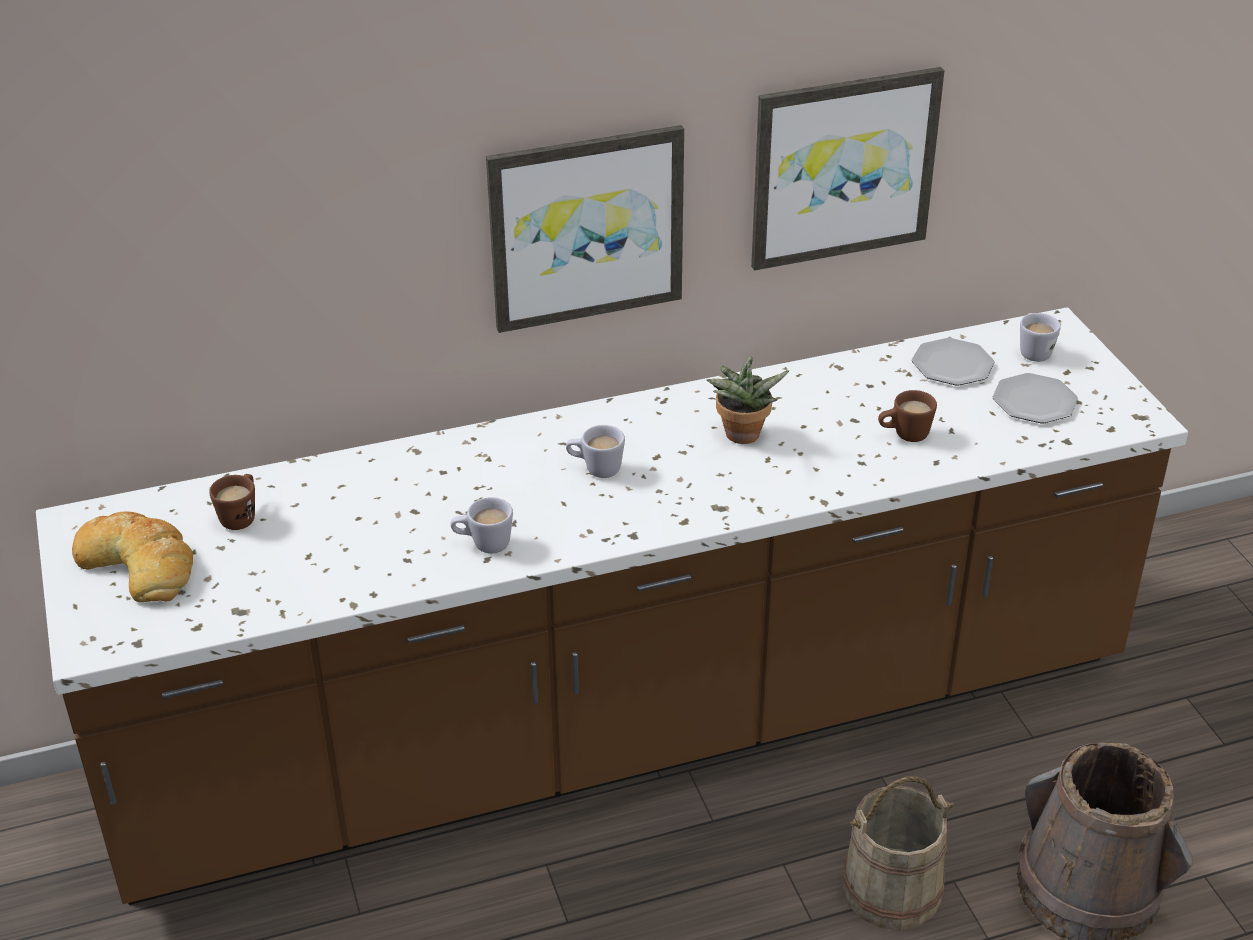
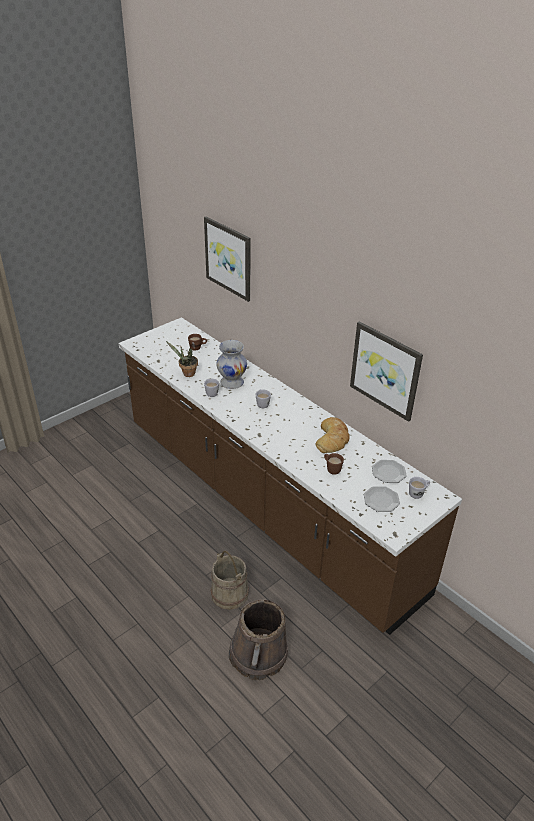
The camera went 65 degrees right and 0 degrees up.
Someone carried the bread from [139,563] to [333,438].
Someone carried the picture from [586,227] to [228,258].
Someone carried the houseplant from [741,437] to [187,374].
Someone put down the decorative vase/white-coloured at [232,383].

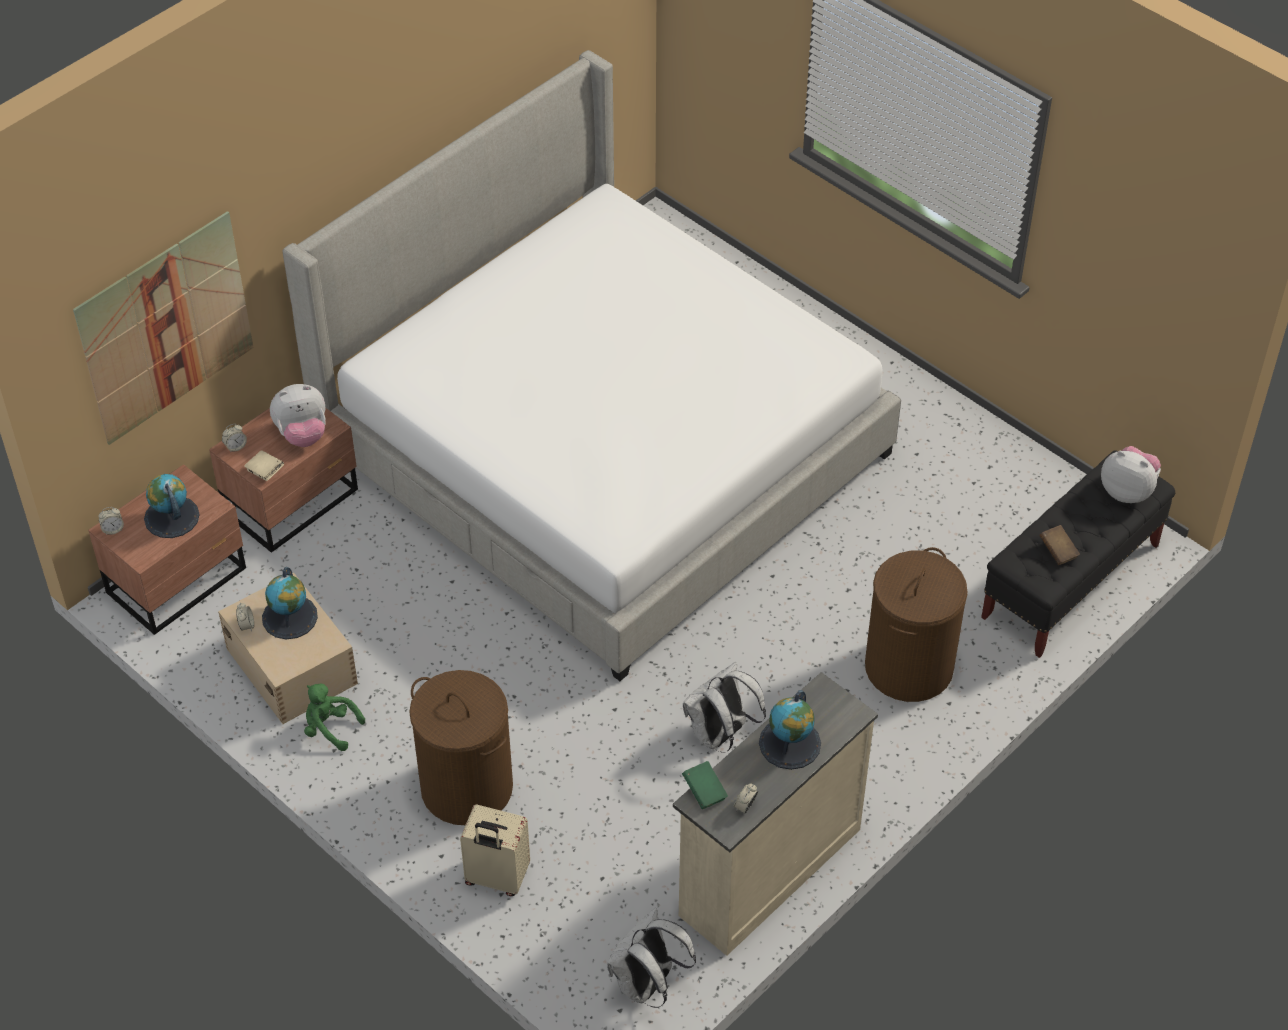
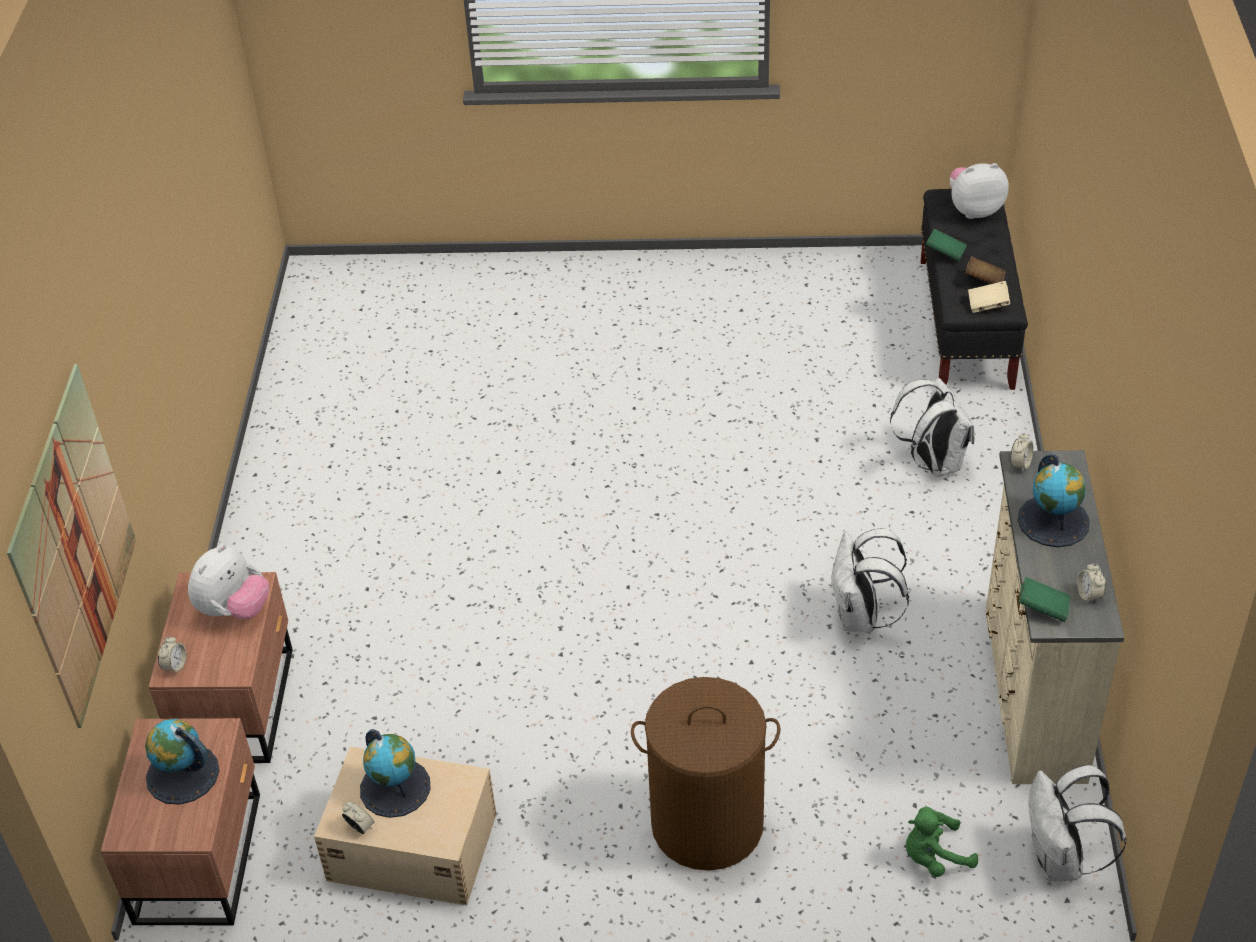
The camera went 40 degrees left and 5 degrees down.
Someone carried the table clock from [113,529] to [1020,464].
Someone carried the book/beige from [265,472] to [988,305].
Someone took away the bedroom bed at [604,451].
Someone carried the soft toy/greenish from [330,728] to [934,857].
Someone took away the piece of luggage/beige at [496,878].
Someone swapped the hamper/brownish at [908,667] for the backpack/white-coloured at [933,462].
Someone put down the book/greenish at [945,253].

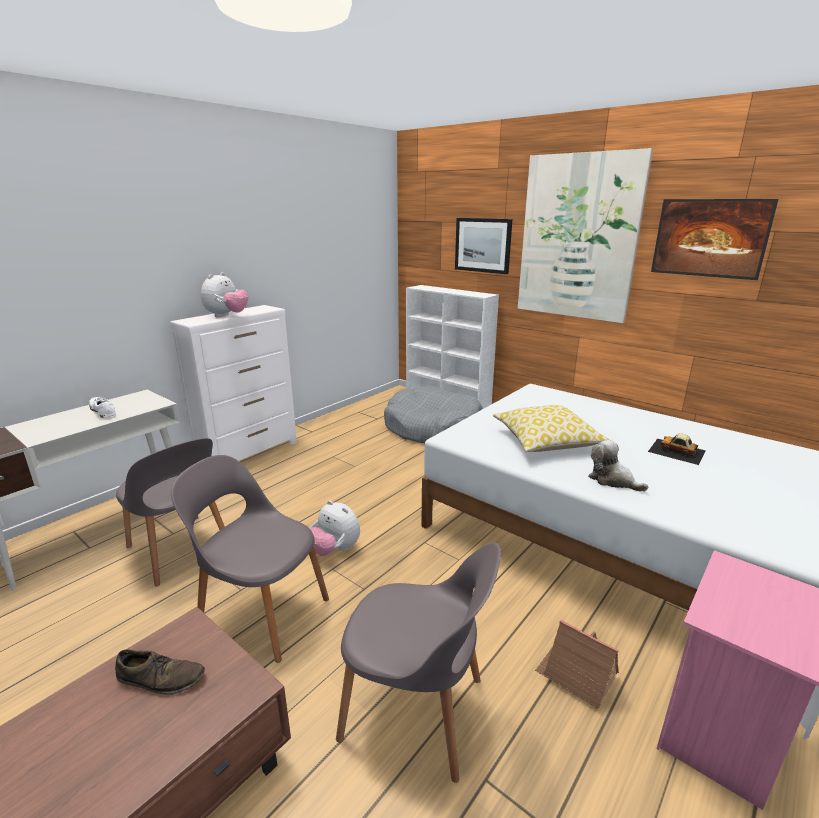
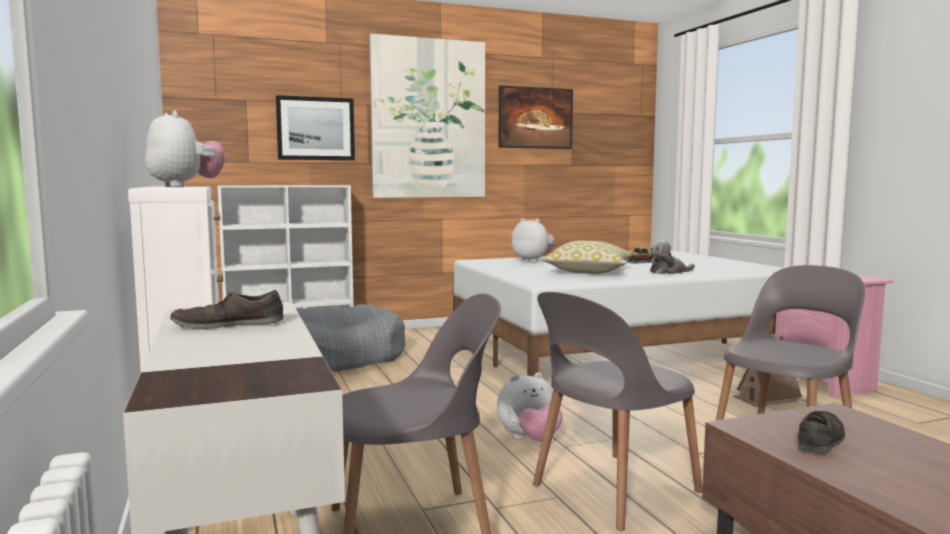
The camera went 60 degrees left and 15 degrees down.
Someone repainted the shoe/white-coloured at [103,411], which became the shoe/brownish at [228,325].
Someone put down the soft toy at [533,261].

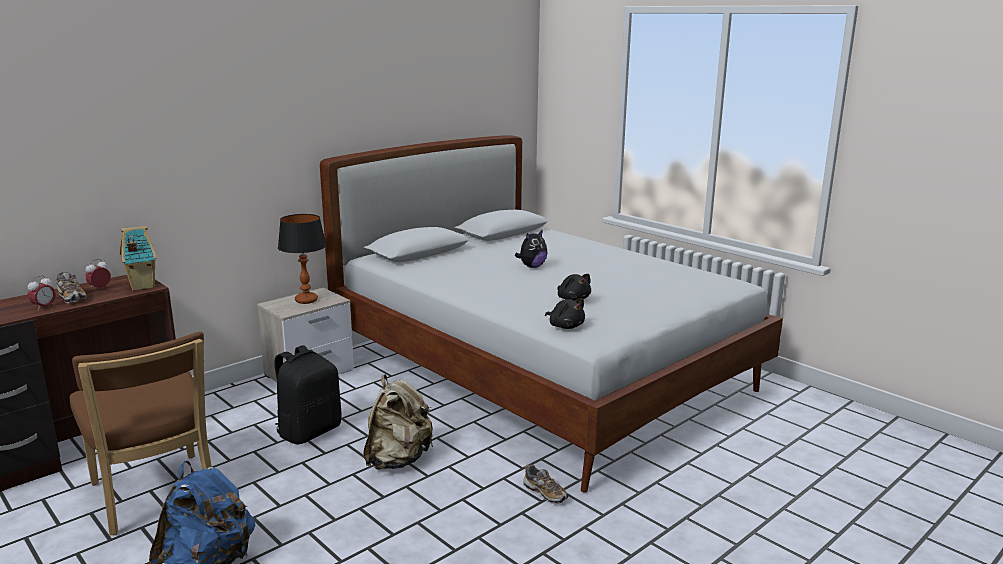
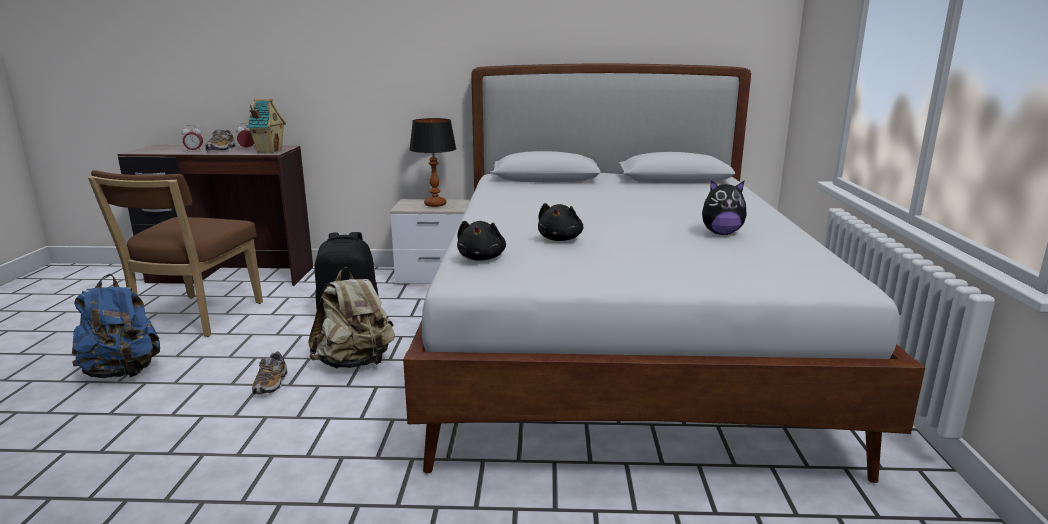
The camera went 45 degrees right and 0 degrees up.
Someone carried the soft toy from [532,266] to [721,233].
Someone carried the shoe from [545,493] to [271,384].

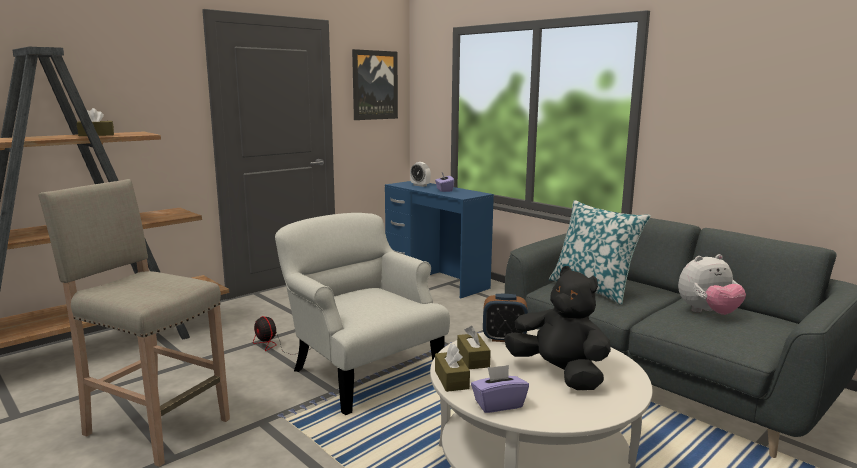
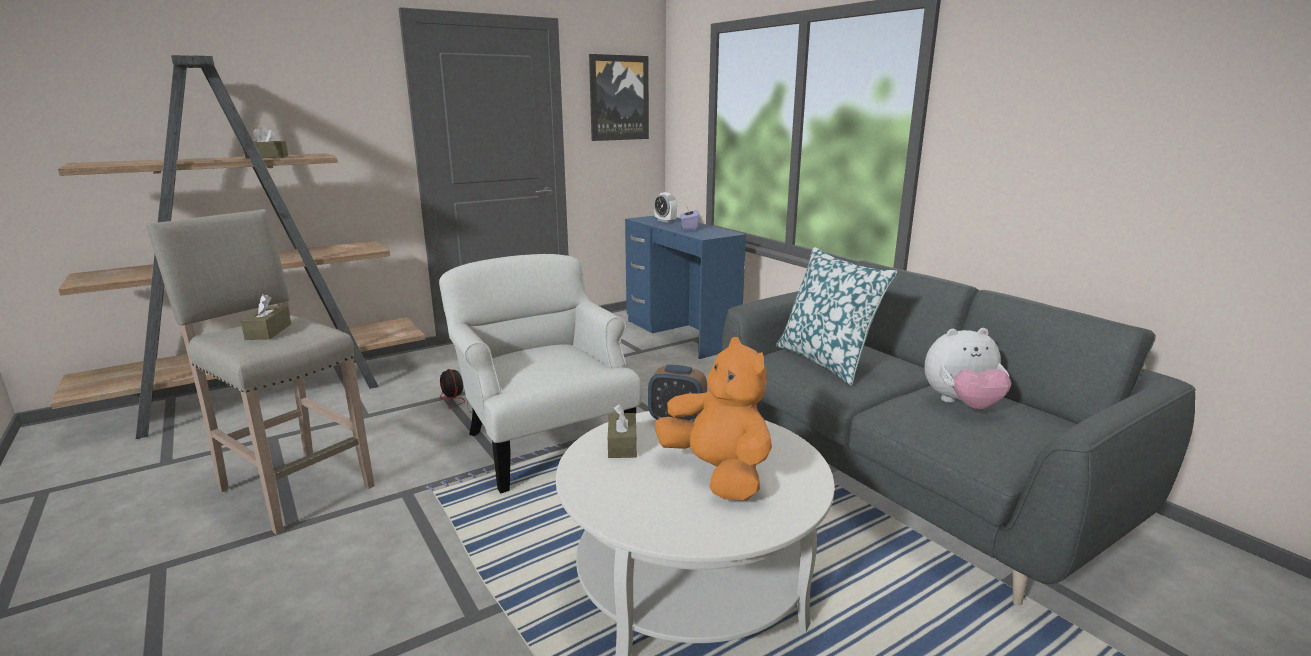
The camera went 10 degrees right and 5 degrees up.
Someone carried the box of tissues/brownish from [451,379] to [268,331].
Someone took away the box of tissues/purple at [498,404].
Someone repainted the soft toy/black-coloured at [559,374], which became the soft toy/orange-coloured at [717,473].

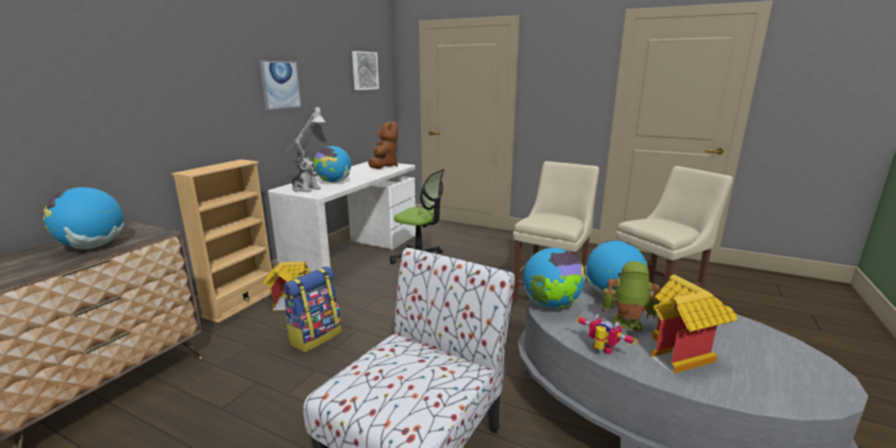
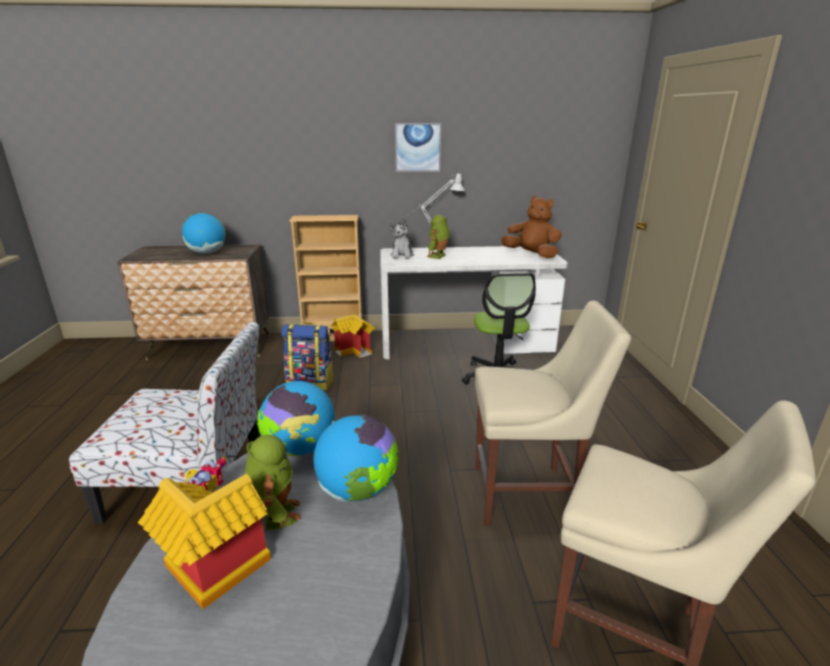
The camera went 60 degrees right and 5 degrees up.
Someone swapped the world globe at [334,182] for the toy robot at [438,256].
Someone took away the picture at [364,70].
Someone rotated the soft toy/brownish at [384,166] by 120 degrees counterclockwise.

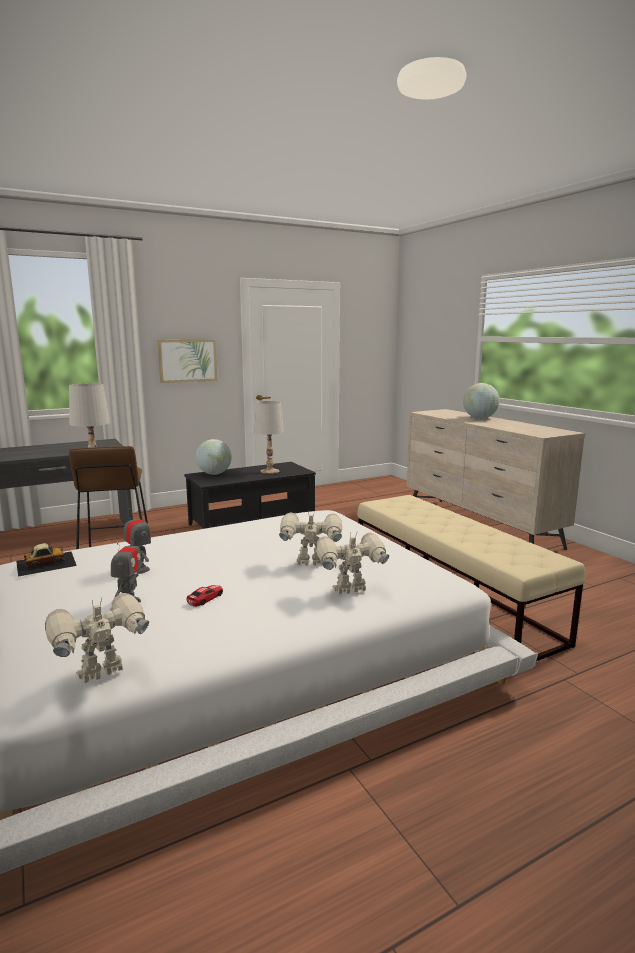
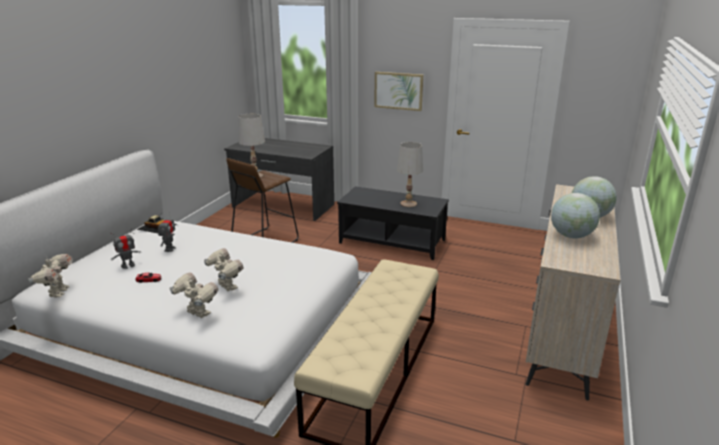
The camera went 50 degrees right and 10 degrees up.
Someone rotated the toy robot at [102,674] by 75 degrees clockwise.
Someone carried the world globe from [214,474] to [571,236].

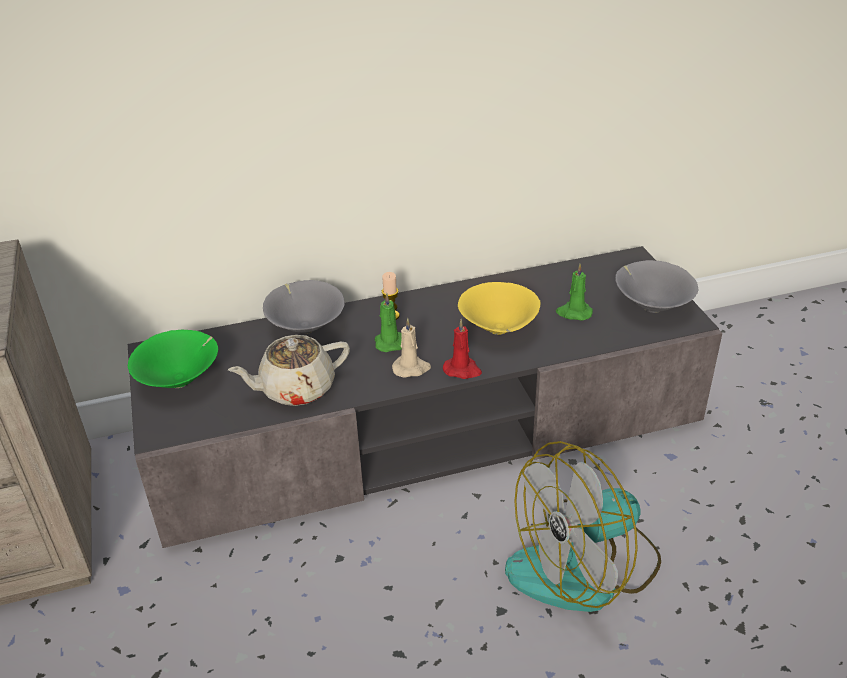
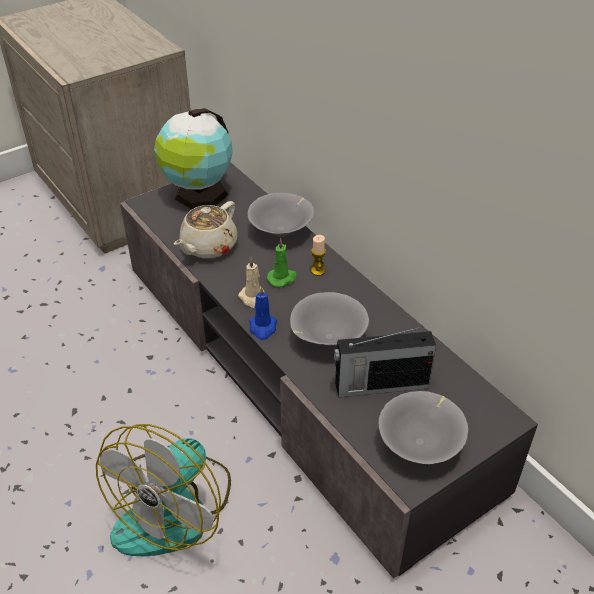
The camera went 70 degrees right and 5 degrees up.
Someone swapped the bowl/greenish at [181,381] for the world globe at [199,195].
Someone rotated the teapot/beige at [296,389] by 105 degrees counterclockwise.
Someone repainted the wax light/red-coloured at [462,370], which became the wax light/bluish at [263,328].
Someone repainted the bowl/yellowish at [498,330], which became the bowl/greyish at [327,338].
Someone rotated the fan at [585,568] by 105 degrees counterclockwise.
Someone swapped the wax light/greenish at [573,312] for the radio receiver at [379,385].

